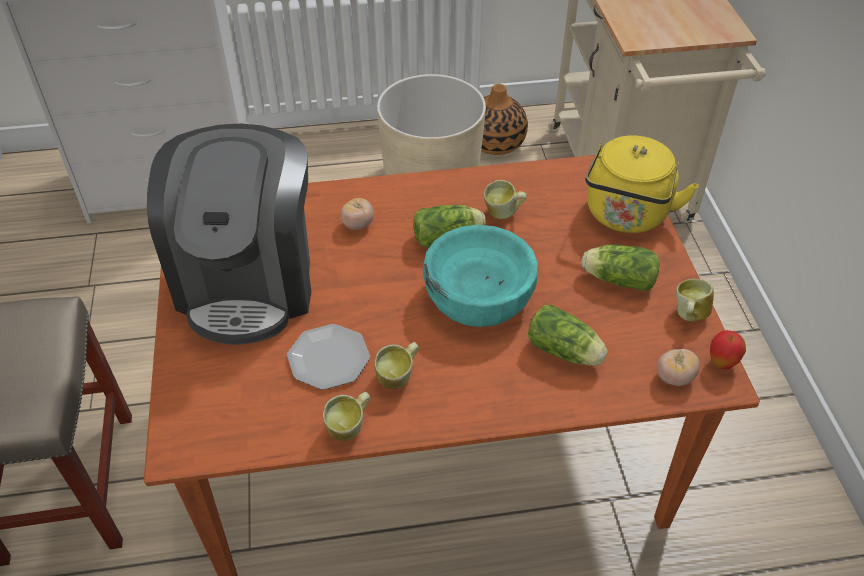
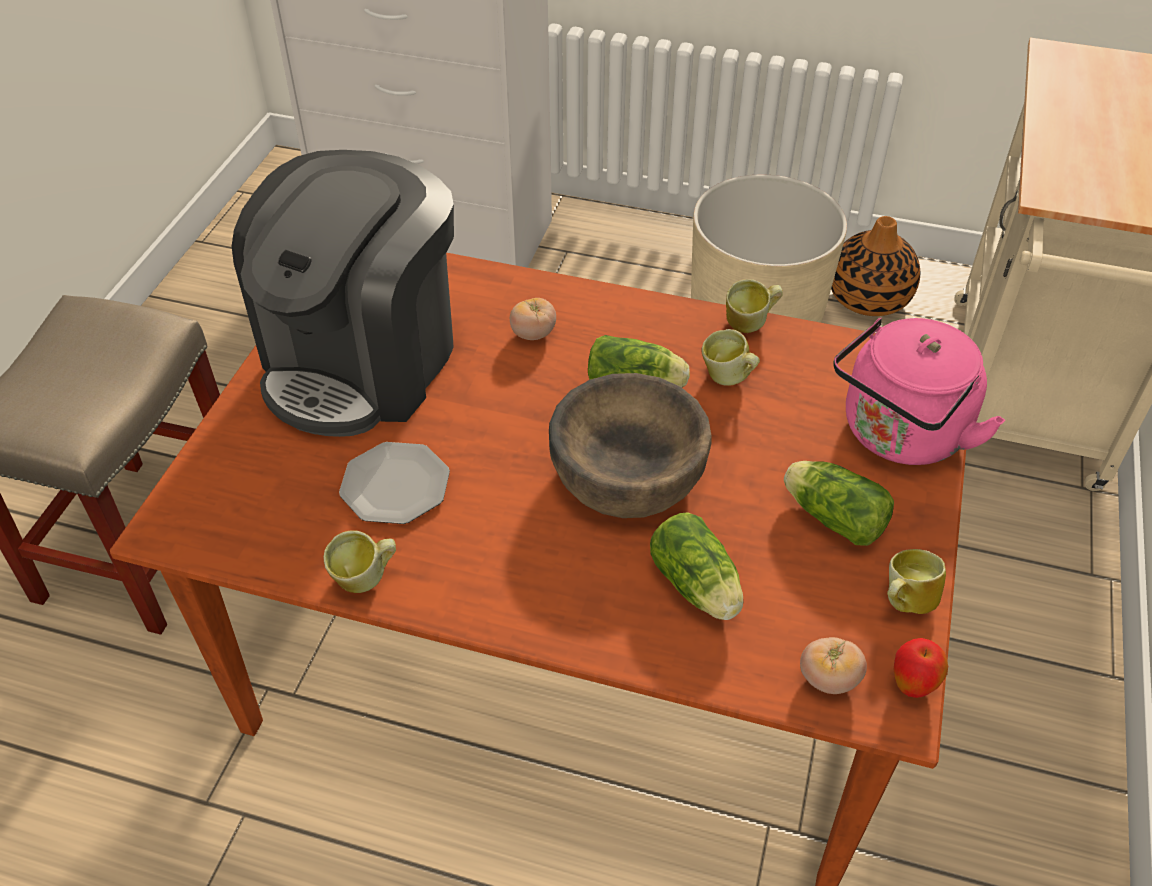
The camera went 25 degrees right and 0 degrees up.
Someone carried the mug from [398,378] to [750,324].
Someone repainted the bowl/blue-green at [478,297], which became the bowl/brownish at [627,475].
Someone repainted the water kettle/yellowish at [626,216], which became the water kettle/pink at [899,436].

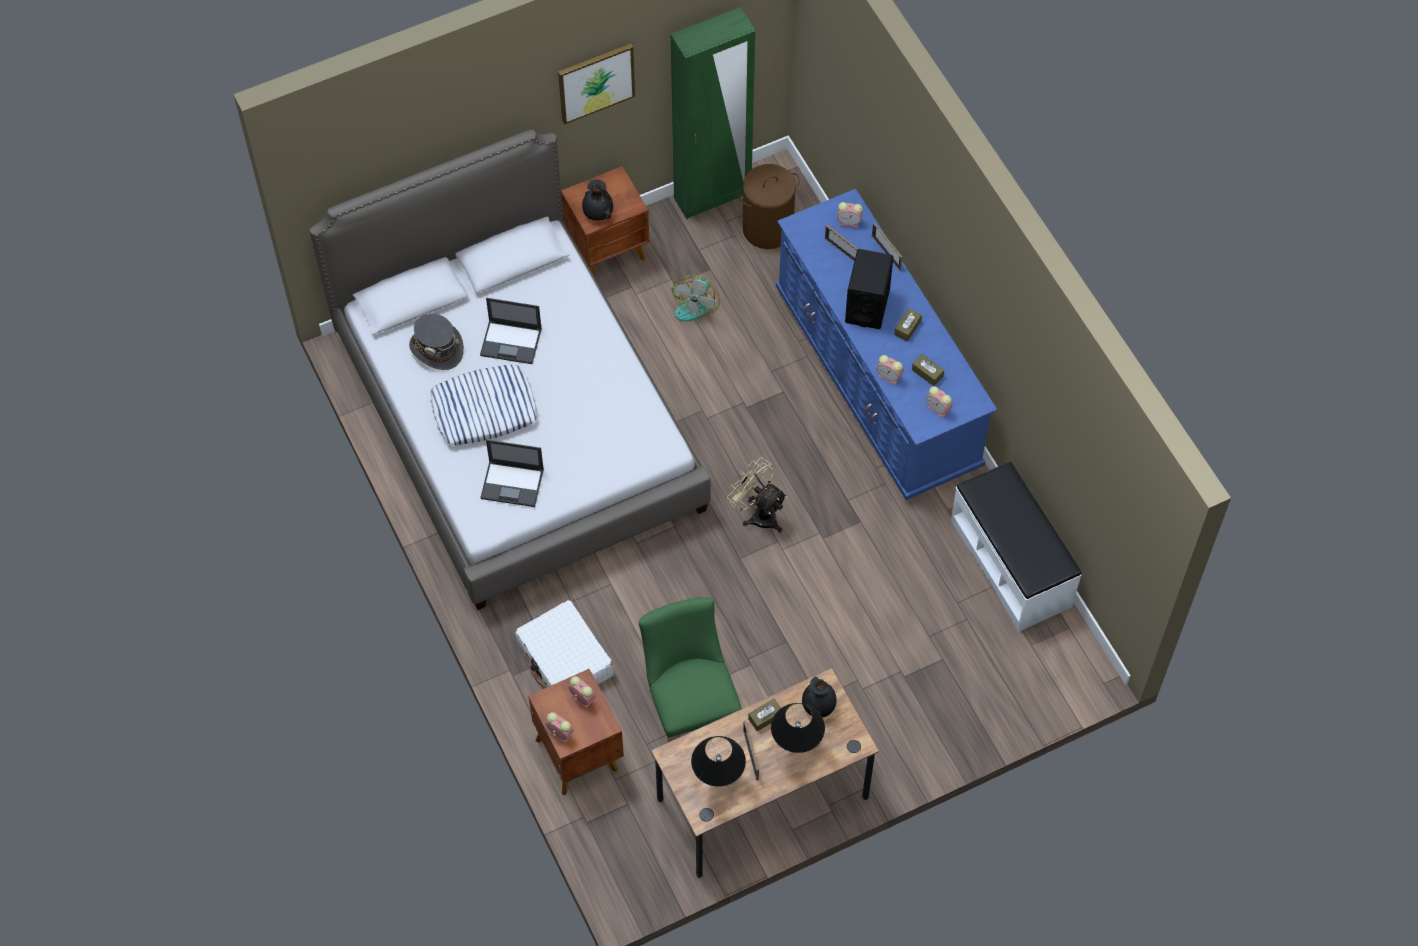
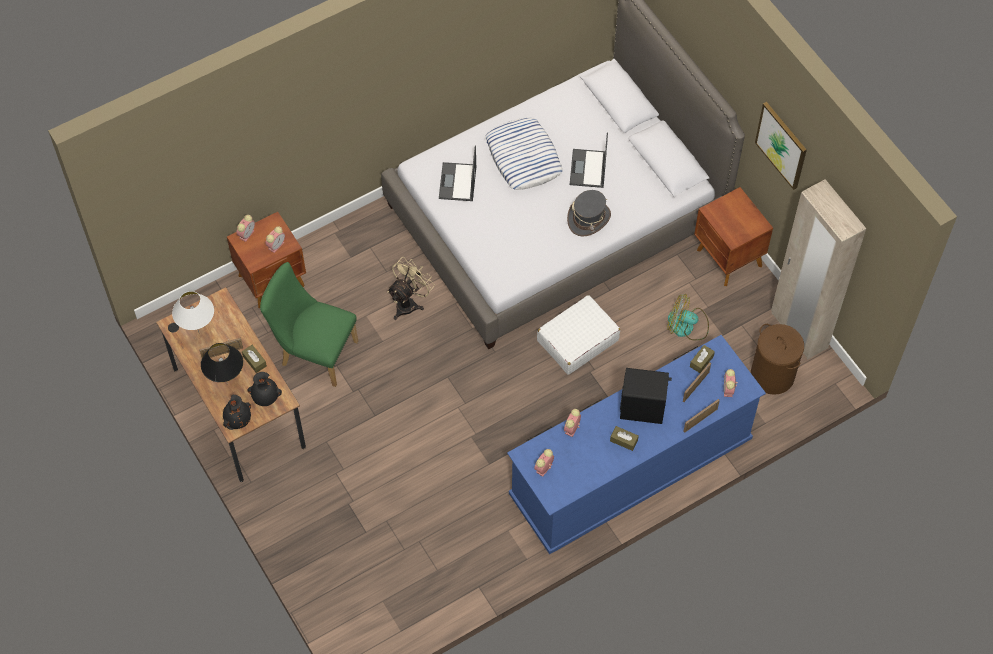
The camera went 85 degrees right and 0 degrees up.
Someone carried the hat/greyish from [437,348] to [589,218].
Someone carried the piece of luggage/white-coloured from [565,660] to [577,340].
Someone carried the decorative vase/black-coloured from [597,213] to [237,419].
Someone rotated the upright chair/greenish at [690,707] by 135 degrees counterclockwise.
Someone repainted the wardrobe/greenish at [712,196], which became the wardrobe/beige at [798,331].
Someone repainted the table lamp/black-coloured at [718,783], which became the table lamp/white-coloured at [199,333].
Someone carried the fan/beige from [758,514] to [409,303].
Someone carried the box of tissues/brownish from [927,373] to [701,361].
Someone took away the indoor bench/white-coloured at [1011,563].

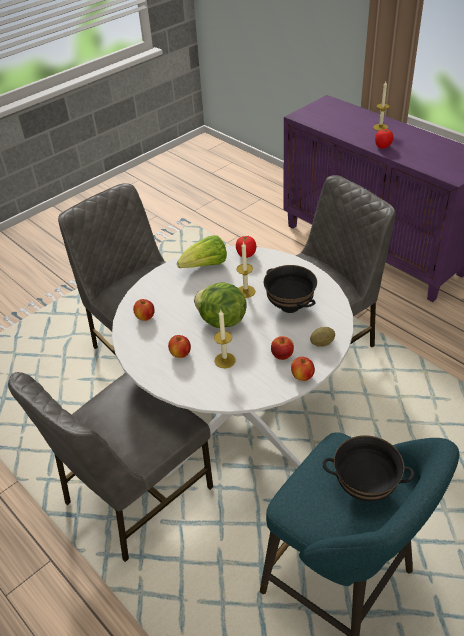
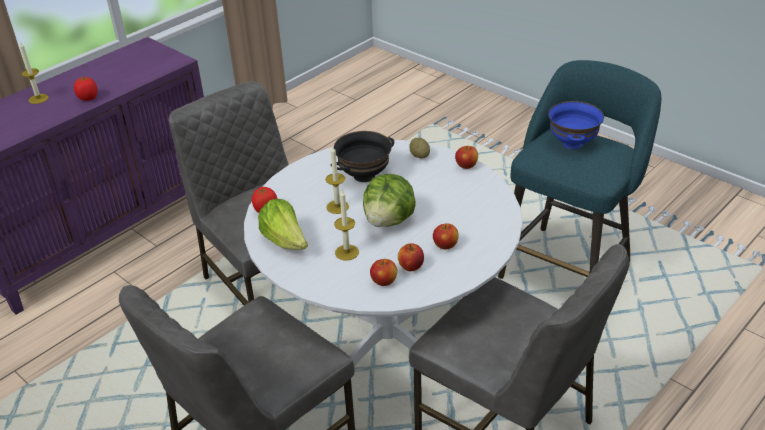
The camera went 95 degrees left and 5 degrees down.
Someone carried the wax light from [225,360] to [347,252].
Someone carried the whole apple from [282,355] to [411,267].
Someone repainted the bowl/black-coloured at [364,488], which became the bowl/bluish at [573,143].

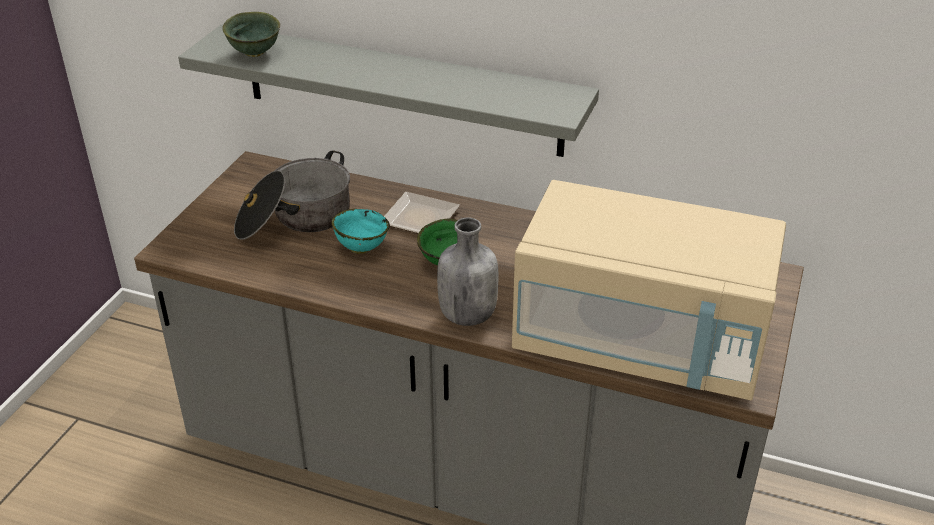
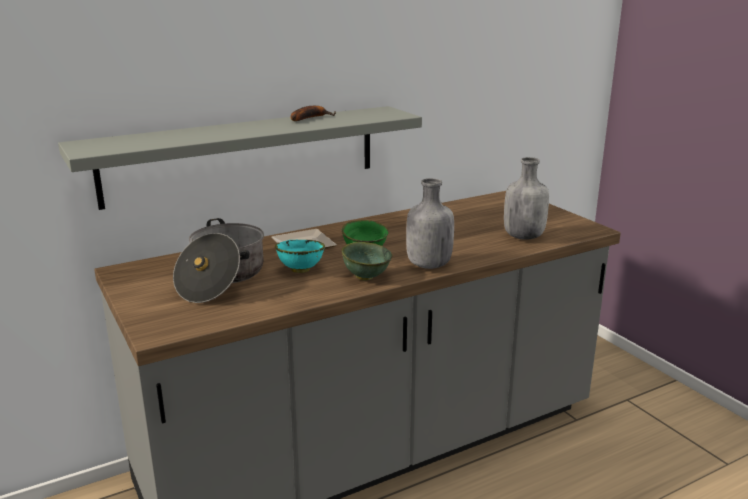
The camera went 50 degrees left and 15 degrees down.
Someone carried the bowl/greenish from [256,53] to [366,277].
Someone swapped the microwave/beige at [640,344] for the beverage bottle/greyish at [523,236].
Someone put down the whole banana at [310,118].

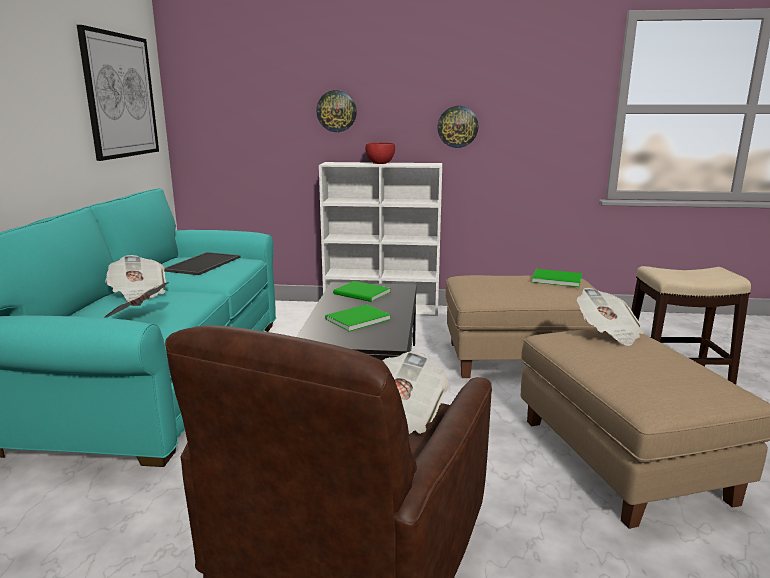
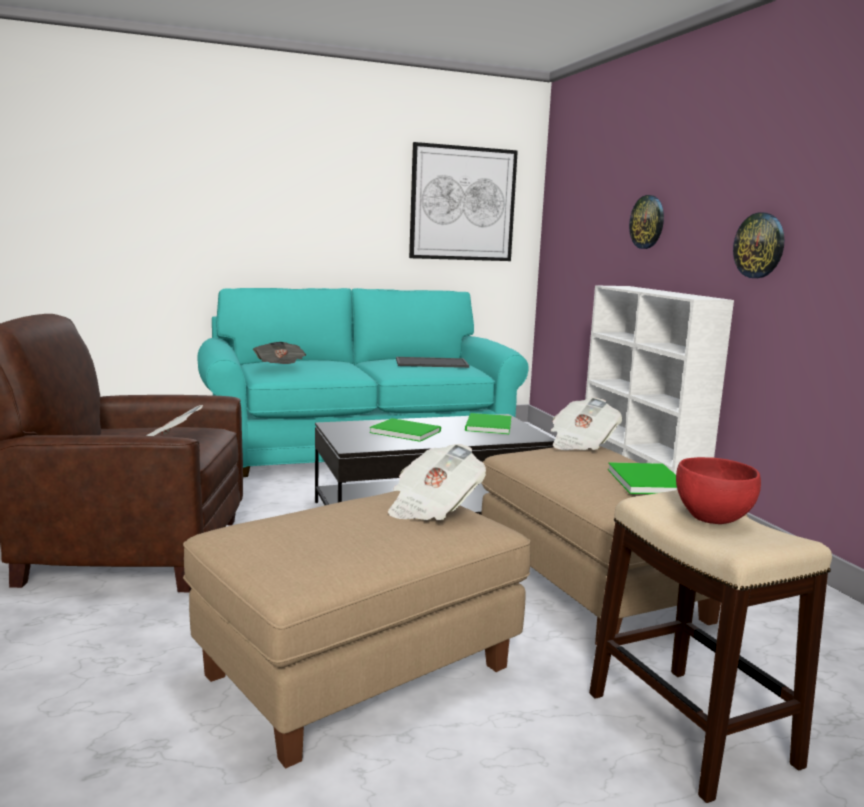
The camera went 65 degrees right and 5 degrees down.
Someone carried the newspaper from [138,294] to [581,443].
Someone carried the bowl/red-coloured from [380,163] to [712,518].

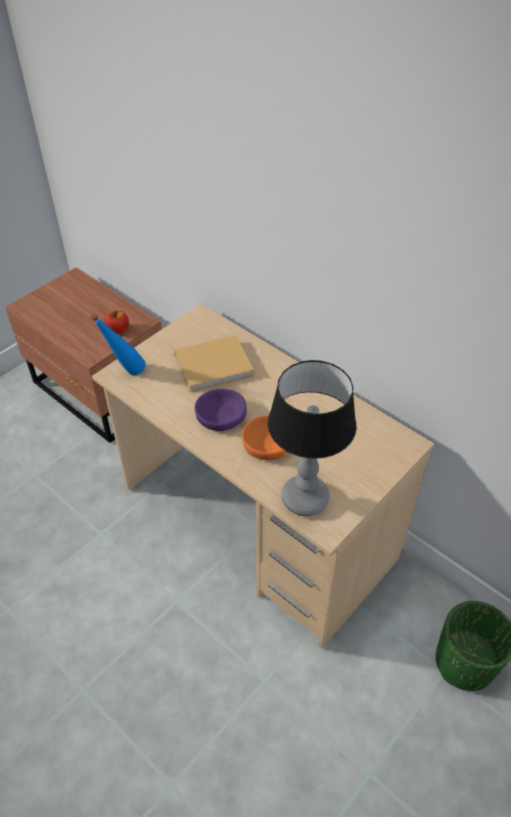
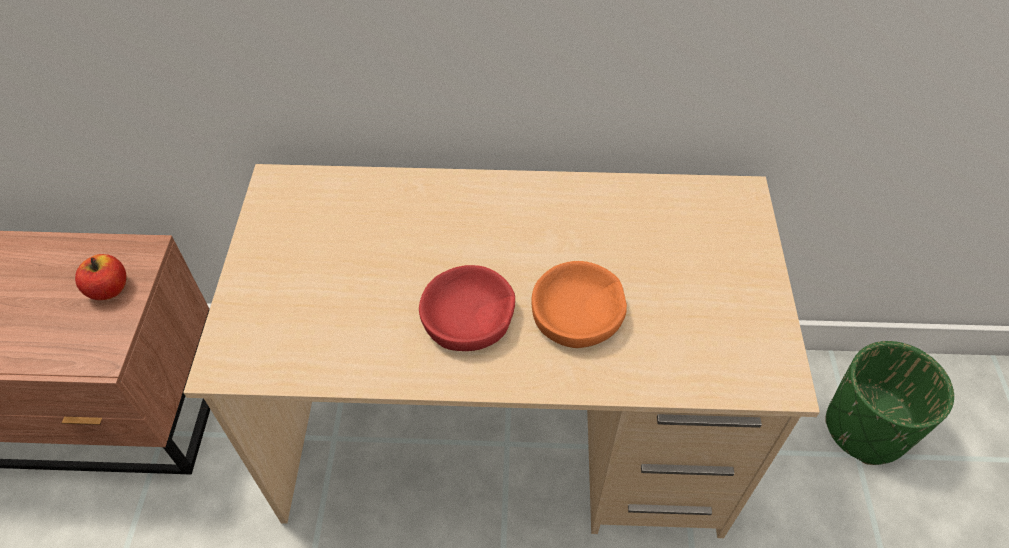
The camera went 40 degrees left and 5 degrees up.
Someone took away the beverage bottle/bluish at [125,373].
Someone took away the book/beige at [215,365].
Someone repainted the bowl/purple at [221,415], which became the bowl/red-coloured at [468,317].
Someone took away the table lamp at [306,498].

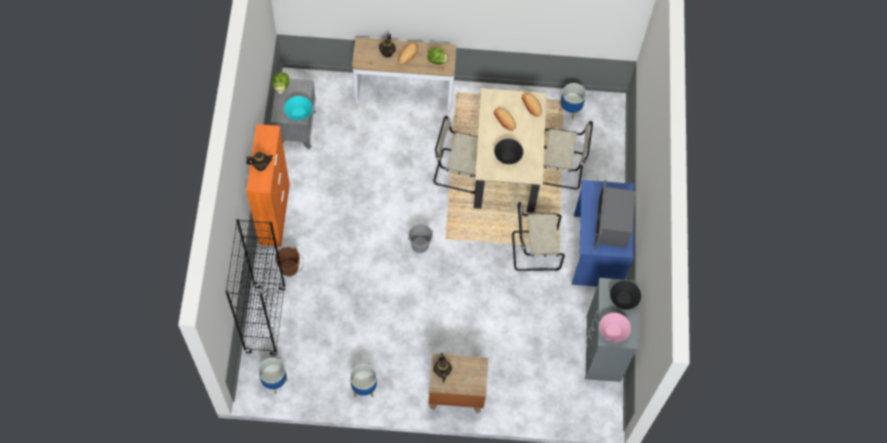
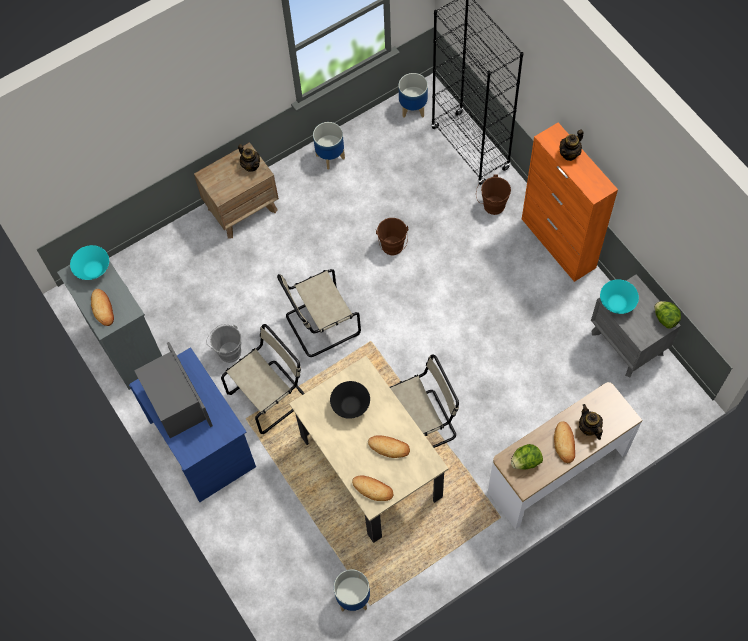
The camera went 150 degrees right and 0 degrees up.
Someone carried the water bucket/greyish from [420,247] to [228,351].
Someone carried the upright chair/beige from [562,168] to [320,325].
Someone repainted the bowl/pink at [613,331], which became the bowl/blue-green at [93,270].
Someone swapped the bowl/black-coloured at [623,299] for the bread at [103,308].
Someone put down the water bucket/brownish at [392,248].

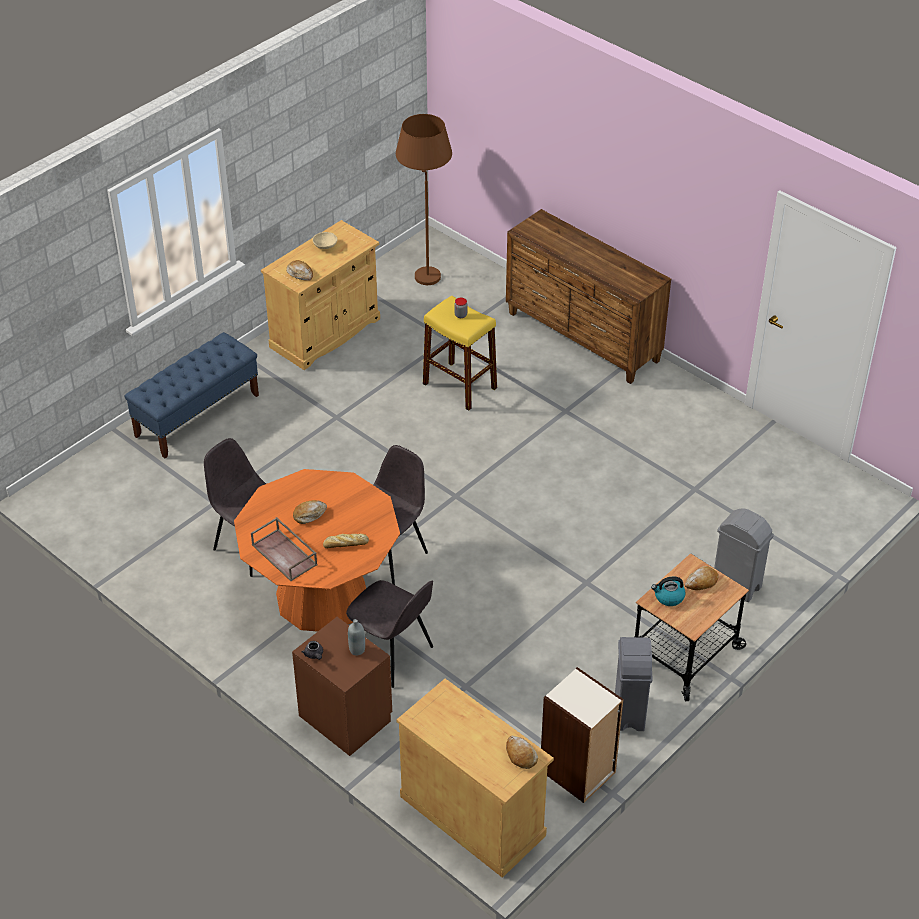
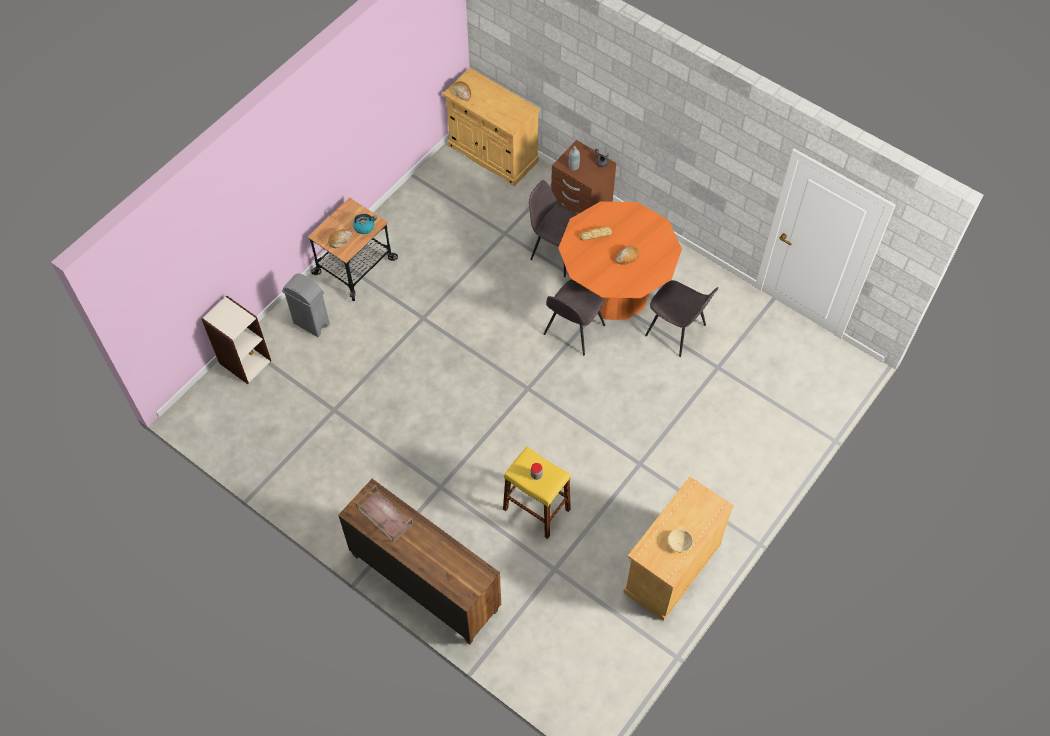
The camera went 175 degrees right and 15 degrees up.
Someone took away the indoor bench/bluish at [197,415].
Someone carried the tray/brownish from [285,555] to [384,516].
Someone took away the bread at [300,274].
Someone took away the standing lamp/brownish at [425,268].
Someone carried the bookshelf from [578,772] to [244,361].
Someone took away the waste bin/greyish at [629,713].

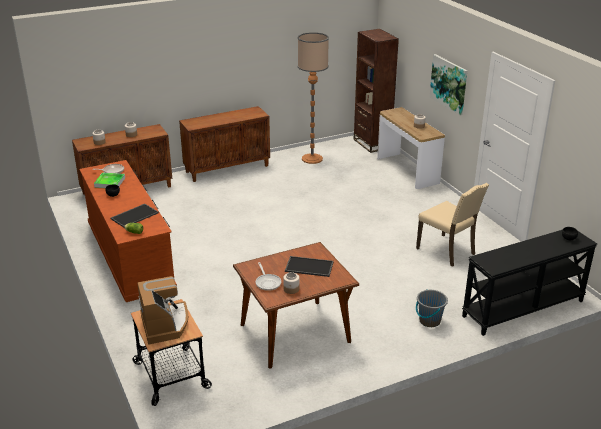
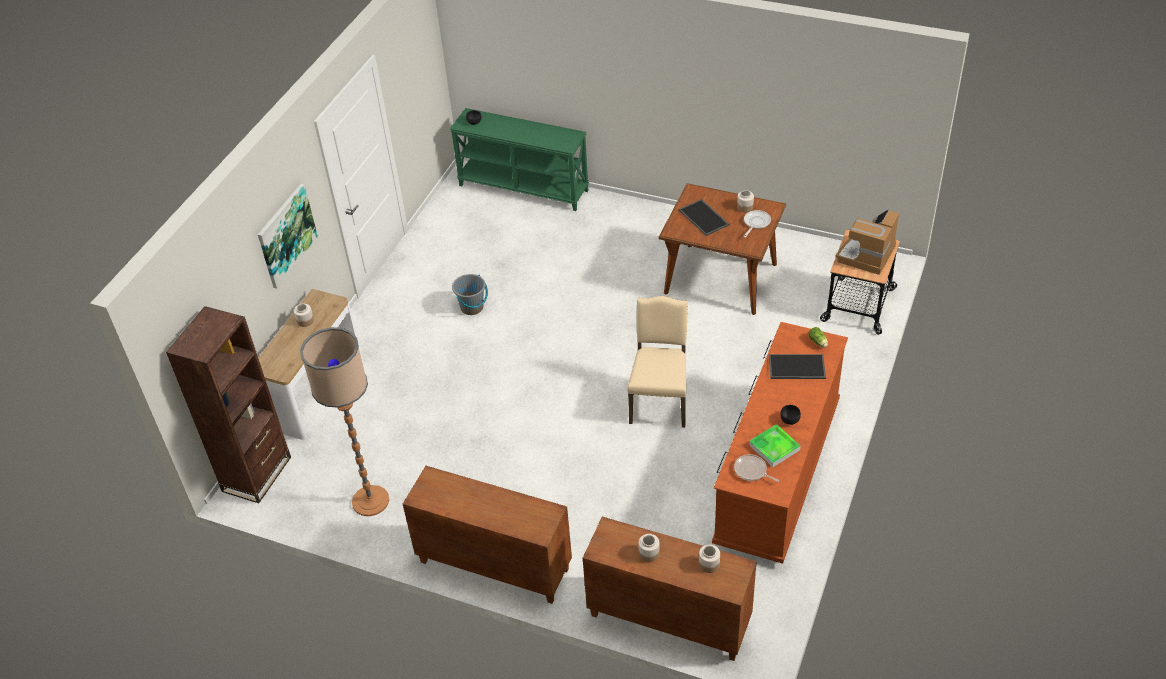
The camera went 130 degrees left and 15 degrees up.
Someone carried the upright chair/beige from [447,251] to [660,401].
Someone carried the water bucket/greyish from [429,321] to [472,307].
Someone repainted the console table/black-coloured at [523,309], which became the console table/greenish at [524,187].

